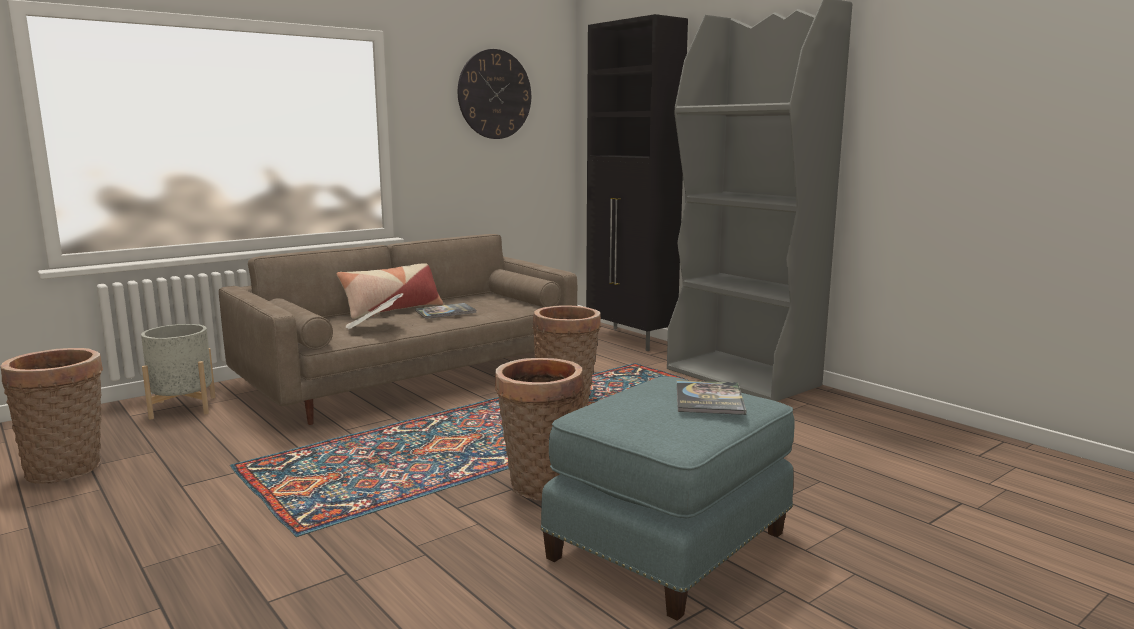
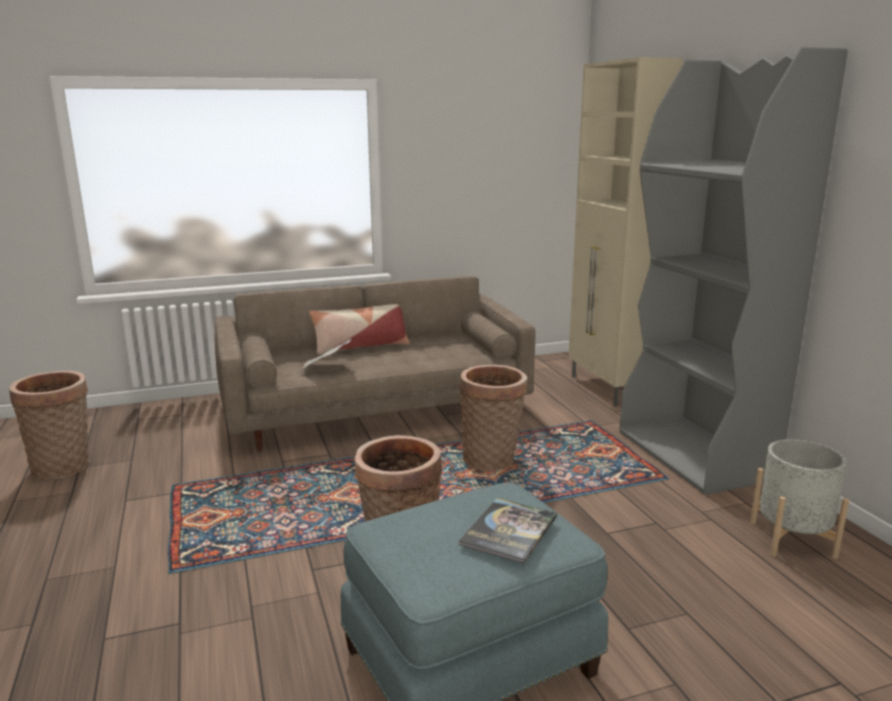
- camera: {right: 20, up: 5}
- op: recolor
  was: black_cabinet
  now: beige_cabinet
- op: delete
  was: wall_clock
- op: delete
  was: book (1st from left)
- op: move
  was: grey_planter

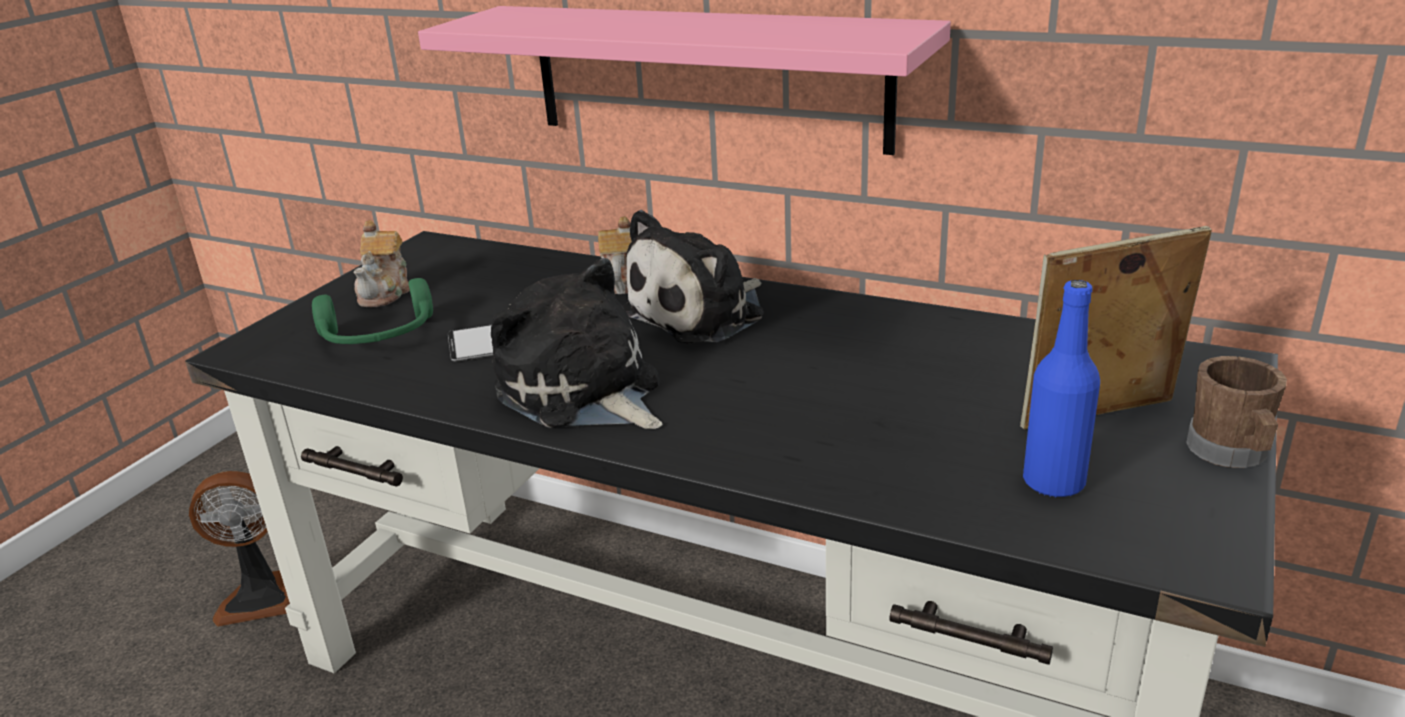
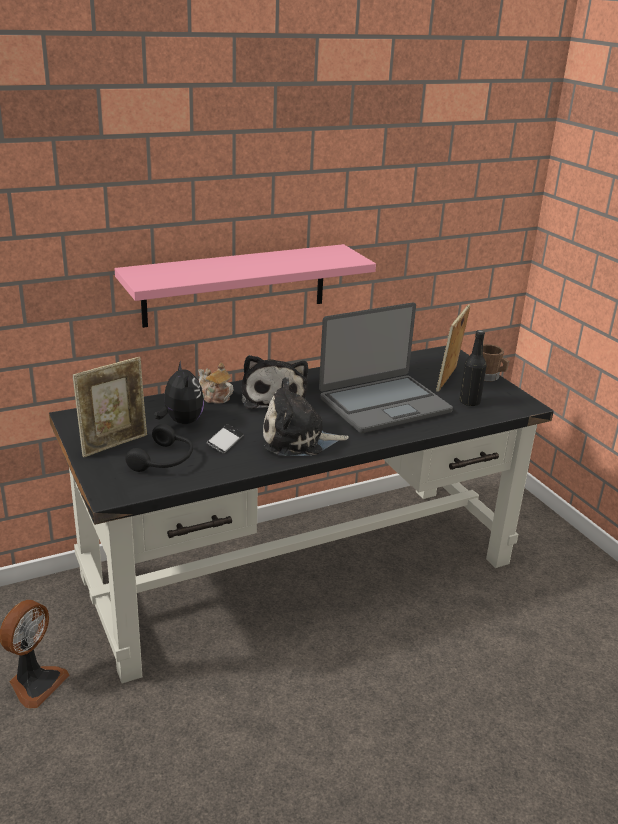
- camera: {right: -55, up: 0}
- op: replace
  was: teapot (1st from left)
  now: picture_frame (1st from left)
- op: recolor
  was: green_headphones
  now: black_headphones
- op: recolor
  was: blue_bottle
  now: black_bottle
- op: insert
  now: laptop
- op: insert
  now: plush_toy (1st from left)

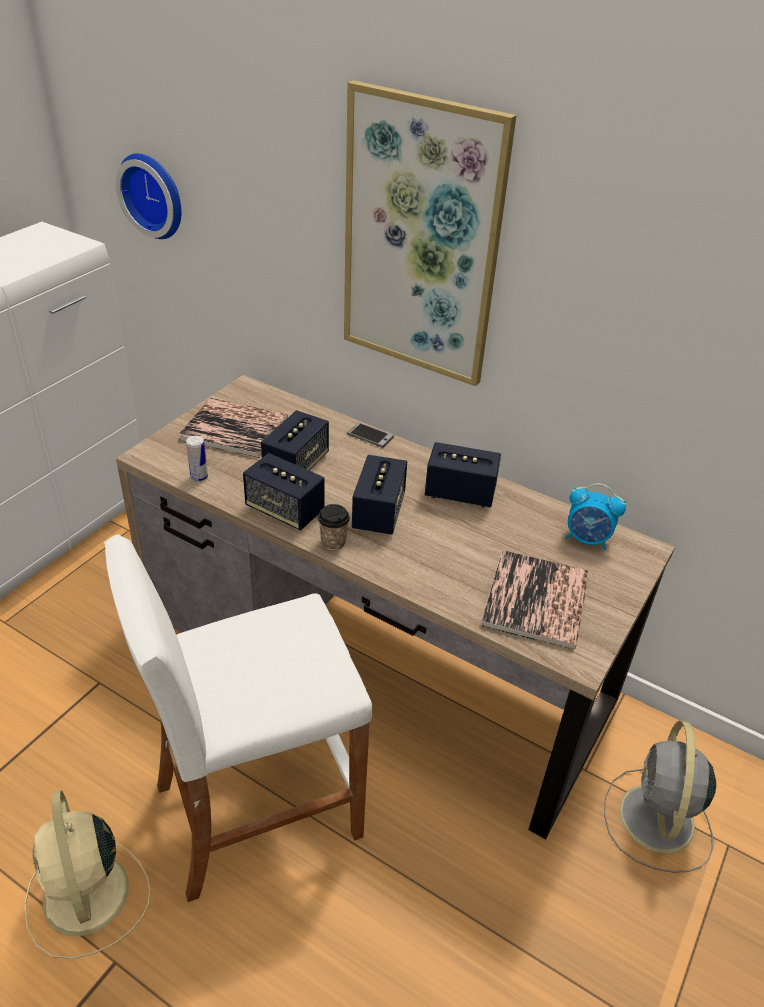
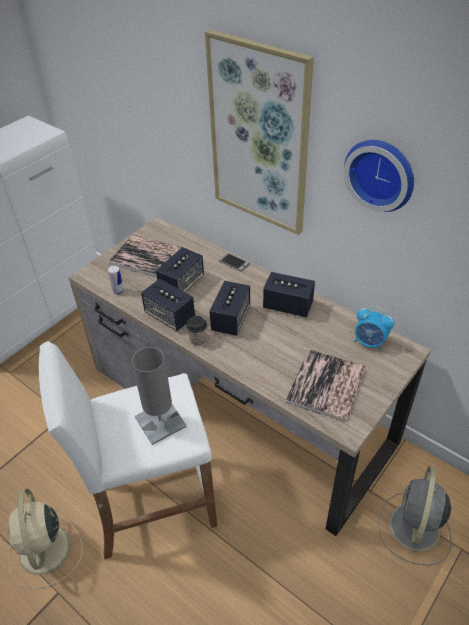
- camera: {right: 10, up: 5}
- op: move
  was: wall_clock
- op: insert
  now: grey_table_lamp

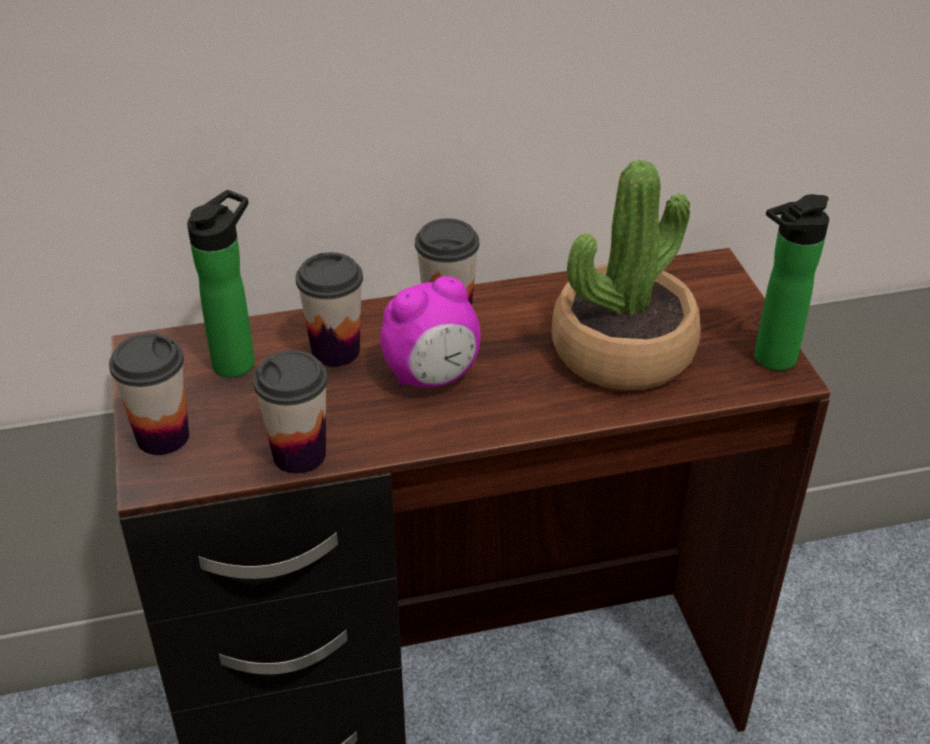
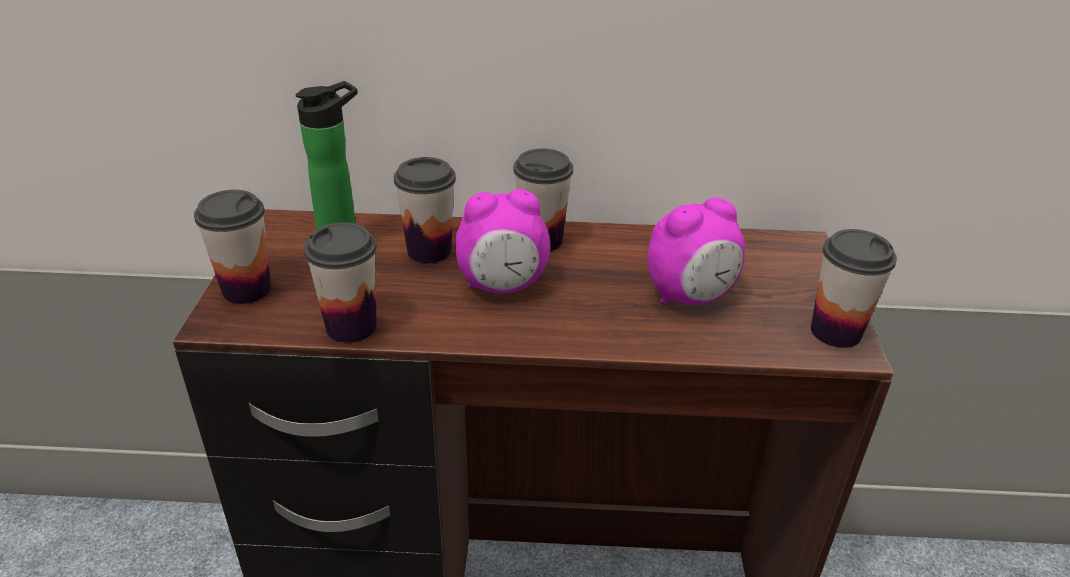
- camera: {right: 15, up: -5}
- op: replace
  was: potted_plant
  now: alarm_clock (2nd from left)
- op: replace
  was: bottle (2nd from left)
  now: cup (5th from left)

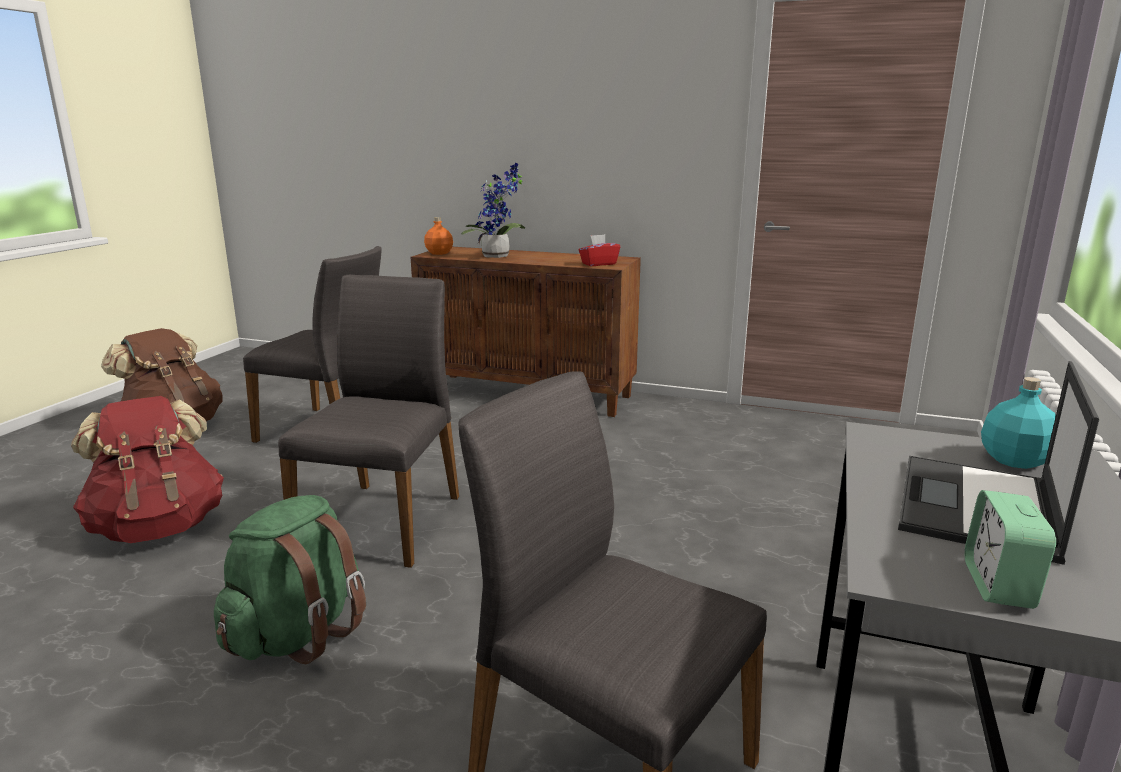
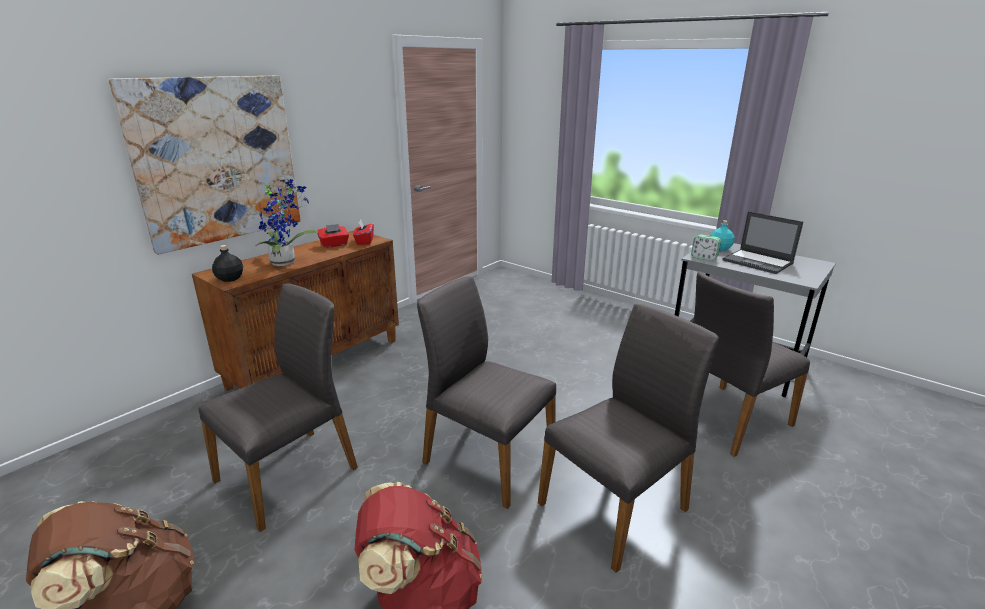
- camera: {right: -70, up: 5}
- op: recolor
  was: orange_bottle
  now: black_bottle
- op: move
  was: alarm_clock
- op: replace
  was: green_backpack
  now: grey_chair (3rd from left)
- op: insert
  now: picture
- op: insert
  now: red_tissue_box (1st from left)

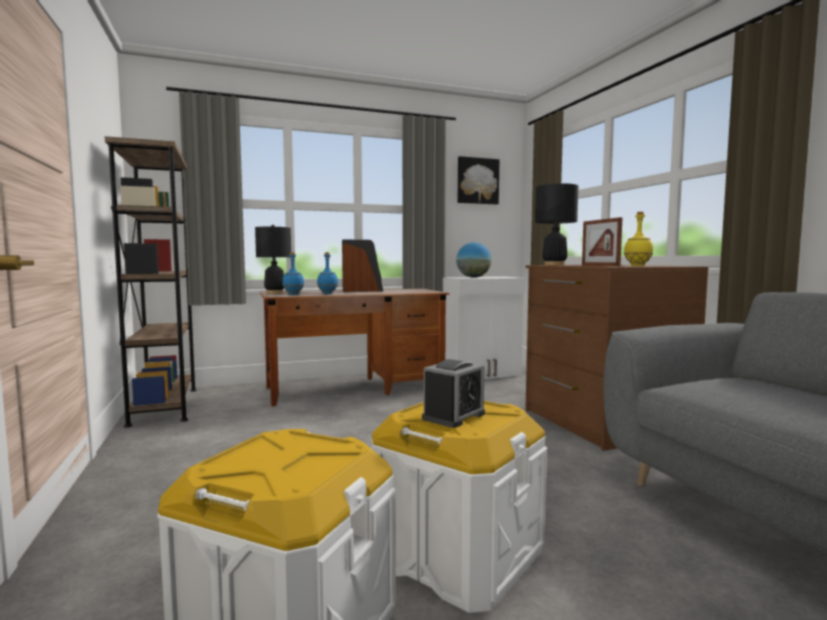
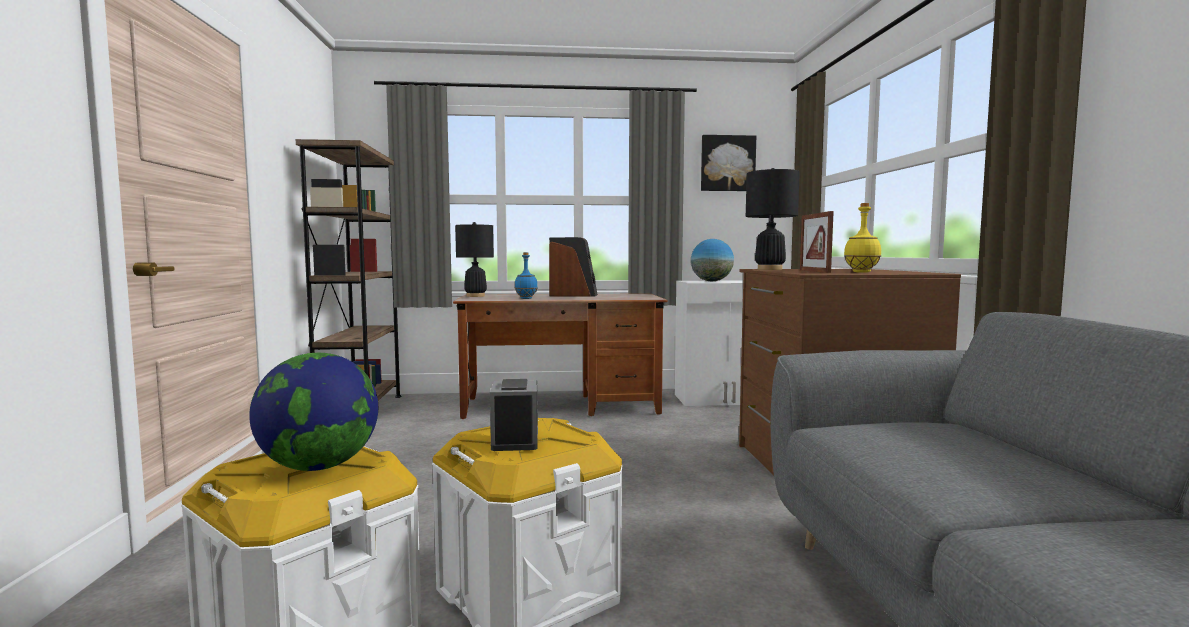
- camera: {right: 15, up: 0}
- op: delete
  was: blue_bottle (1st from left)
- op: rotate
  was: alarm_clock
  clockwise: -60
- op: insert
  now: globe (1st from left)

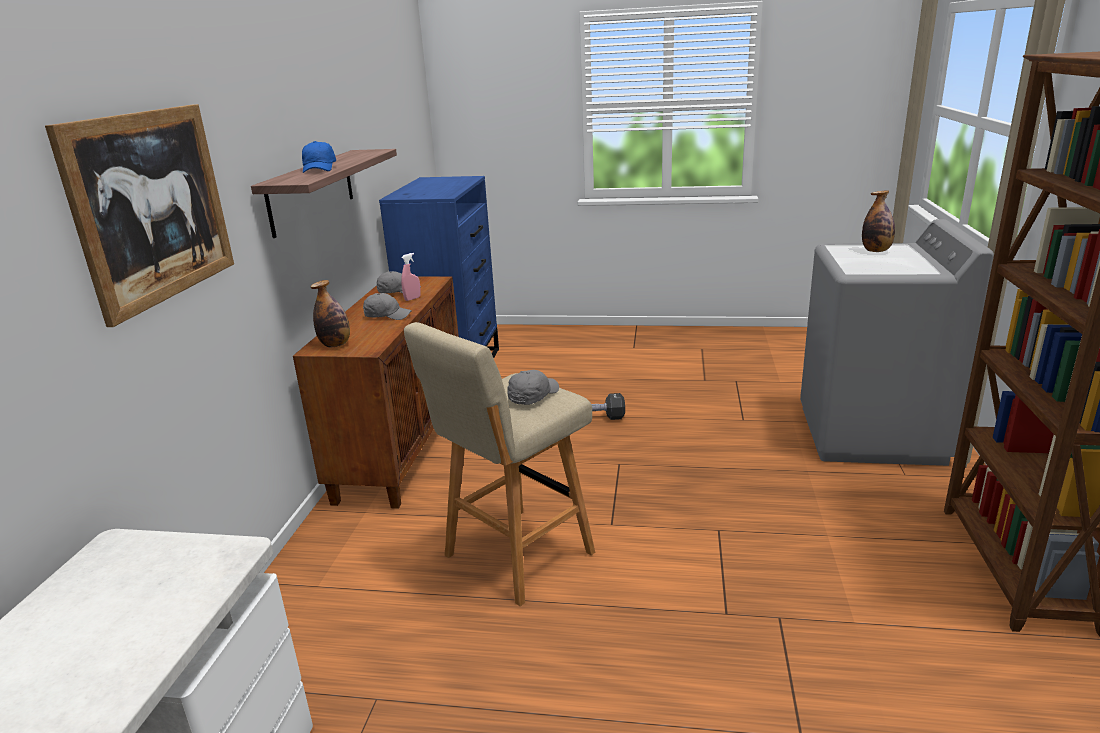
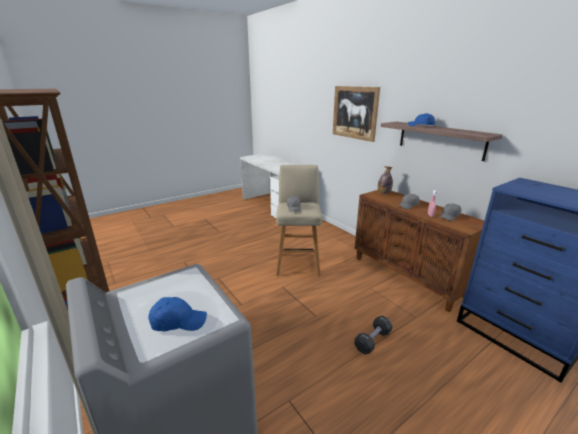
- camera: {right: 135, up: 0}
- op: replace
  was: bottle (2nd from left)
  now: blue_cap (1st from left)

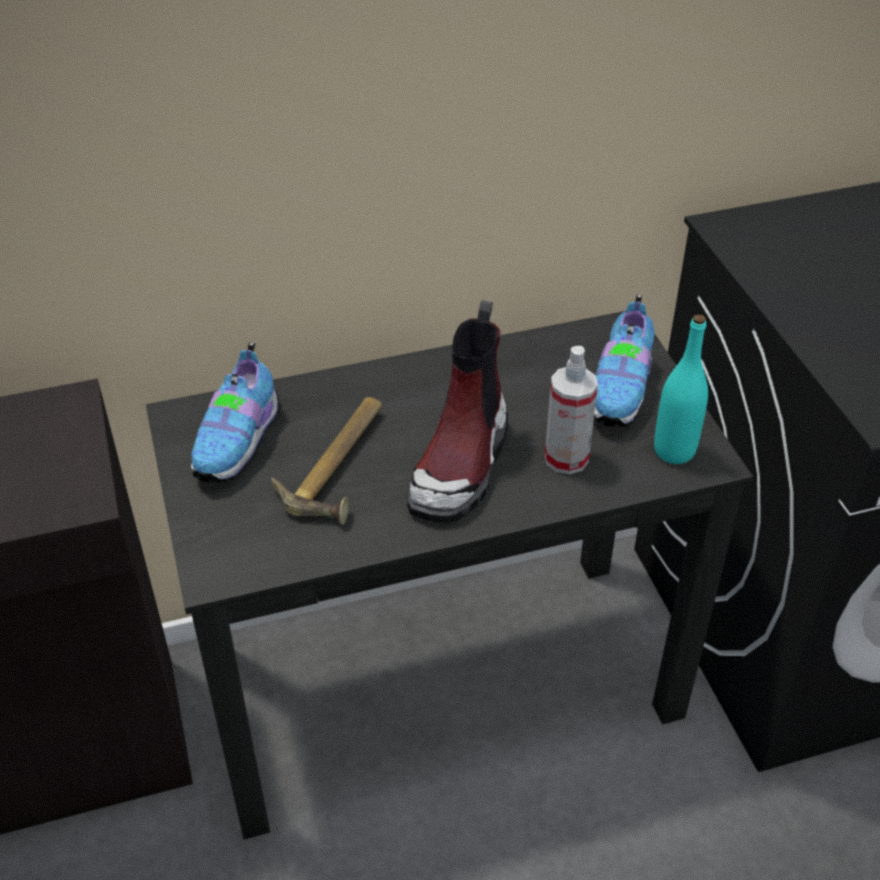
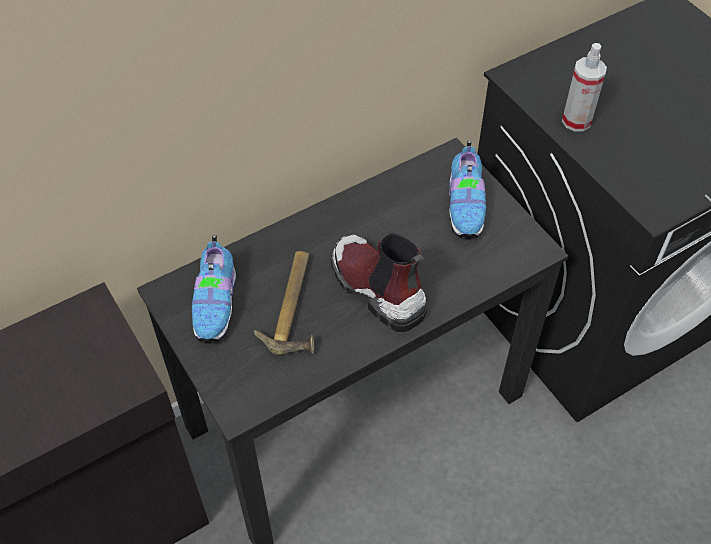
- camera: {right: -15, up: 10}
- op: rotate
  was: boot
  clockwise: 135
- op: delete
  was: turquoise_bottle
- op: move
  was: spray_bottle

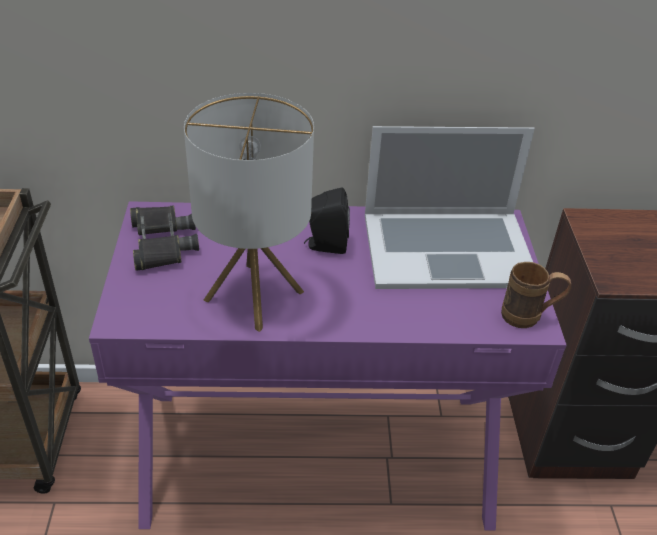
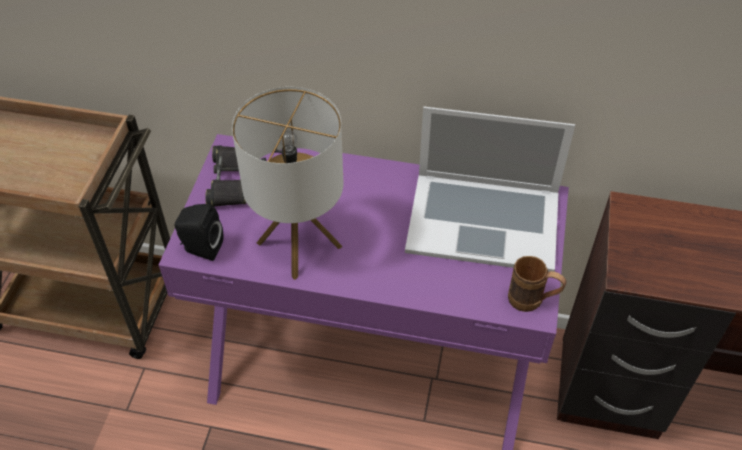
- camera: {right: 15, up: 10}
- op: move
  was: black_speaker

